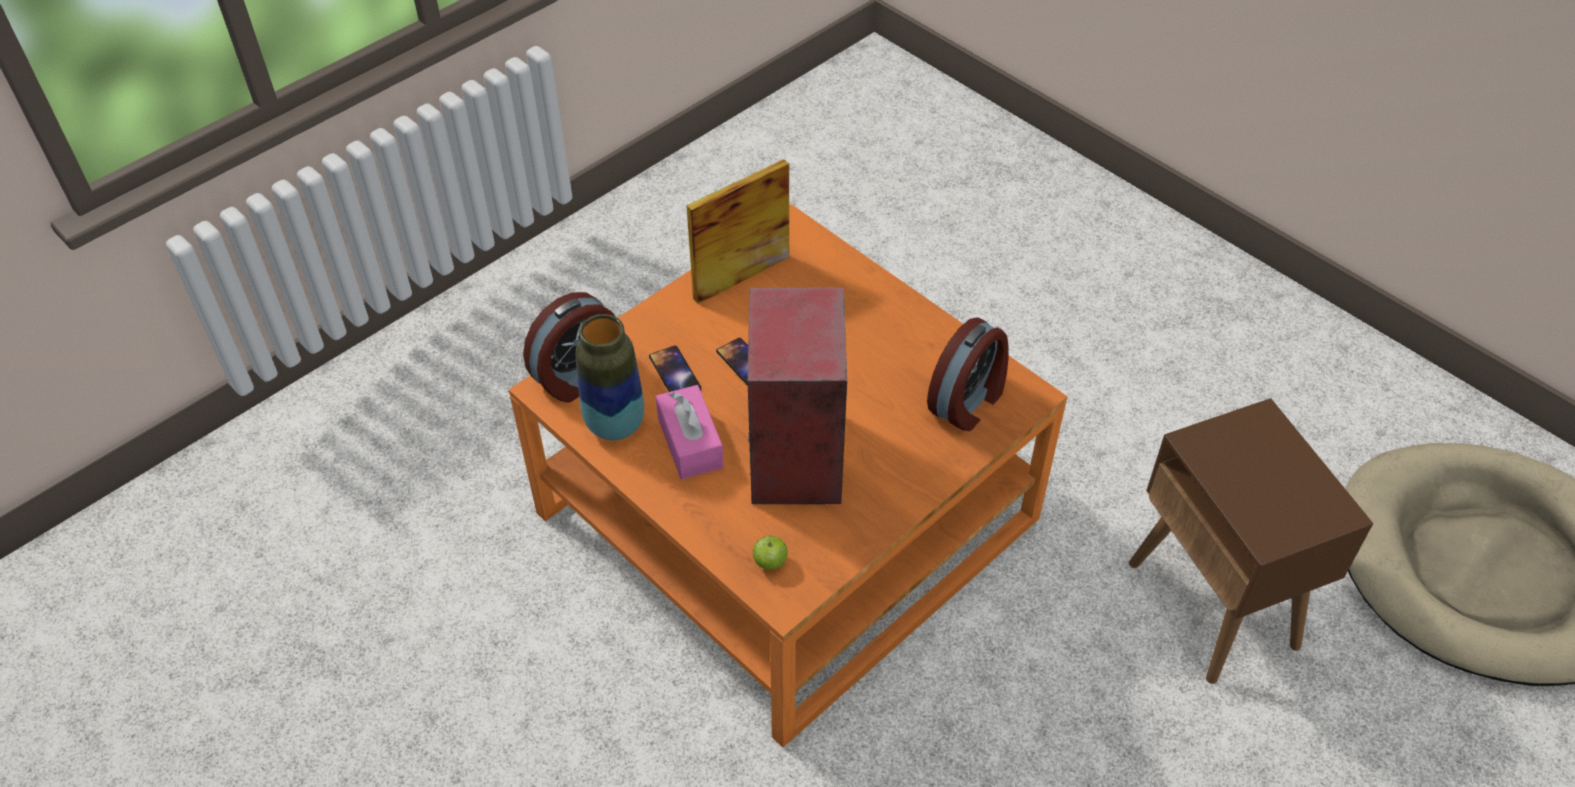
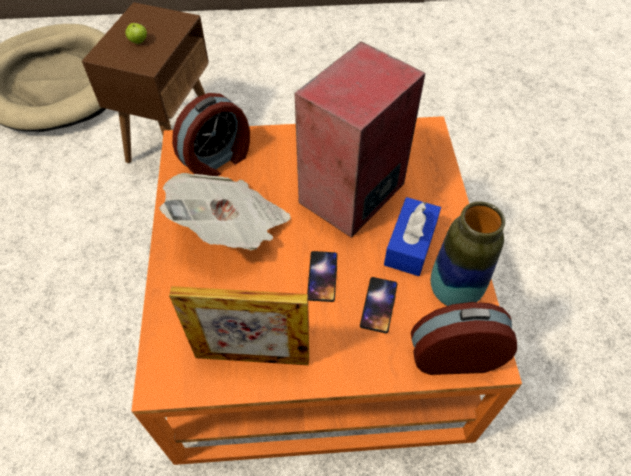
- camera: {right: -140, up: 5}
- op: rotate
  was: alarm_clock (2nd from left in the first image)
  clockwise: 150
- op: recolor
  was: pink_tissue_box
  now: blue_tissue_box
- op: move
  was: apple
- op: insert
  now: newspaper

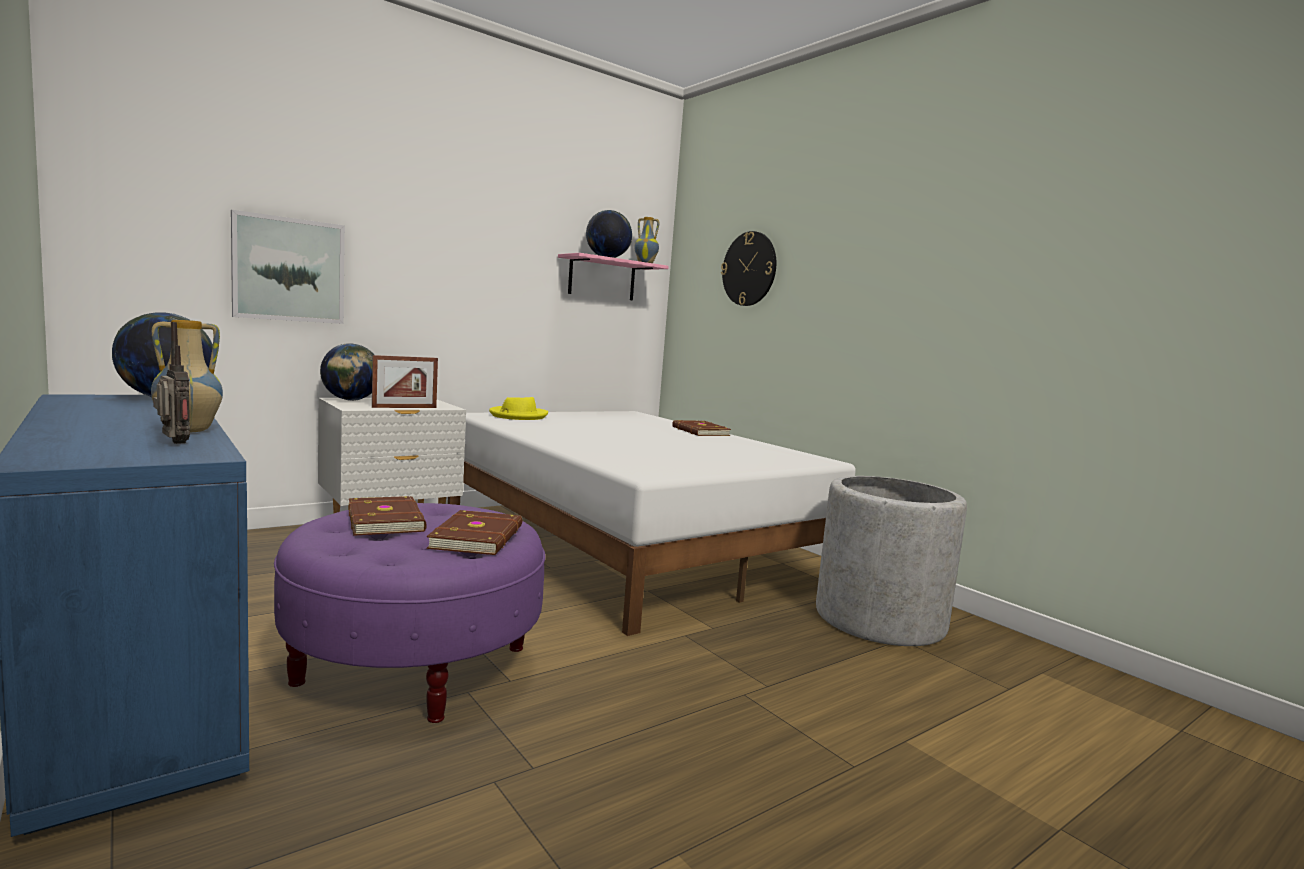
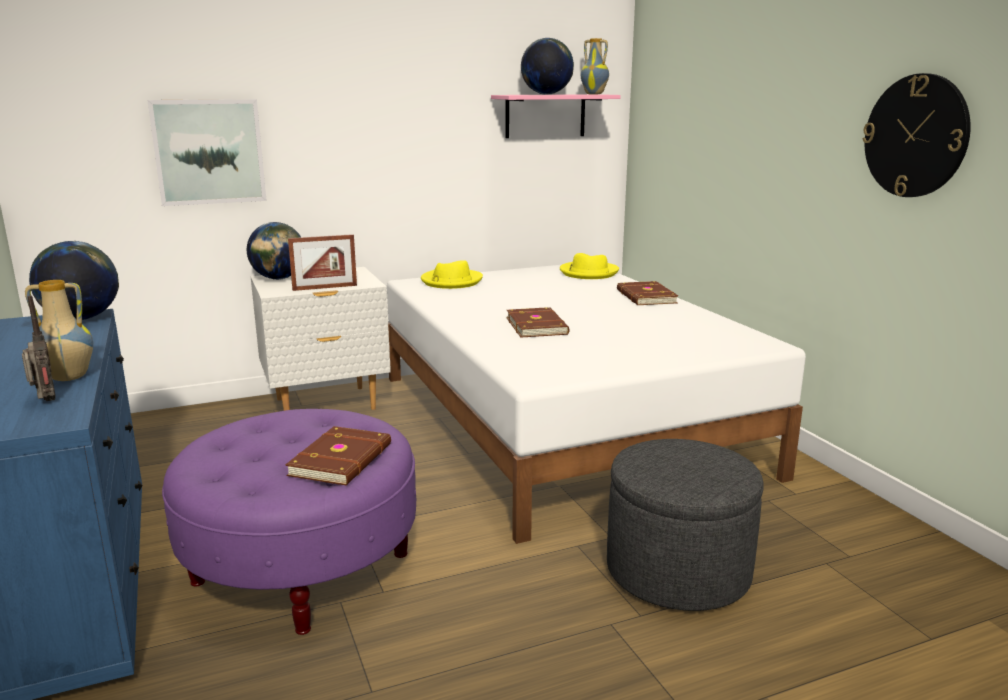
- camera: {right: 15, up: 10}
- op: move
  was: wall_clock
- op: delete
  was: grey_planter
- op: move
  was: brown_book (1st from left in the first image)
  now: brown_book (2nd from left)
- op: insert
  now: yellow_hat (2nd from left)
- op: insert
  now: grey_ottoman

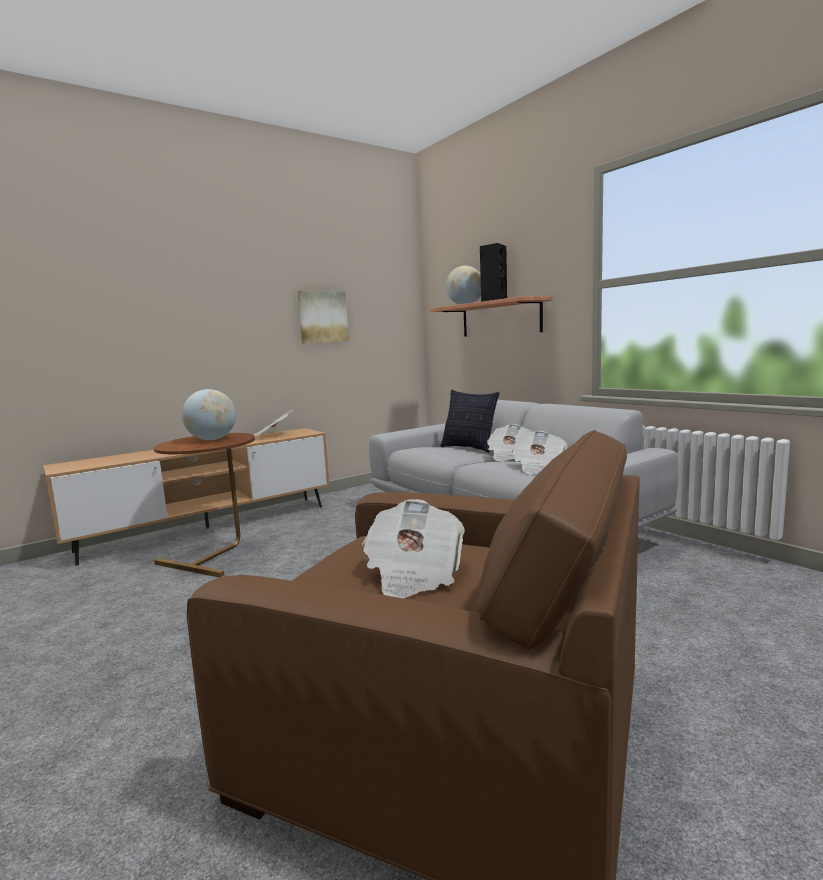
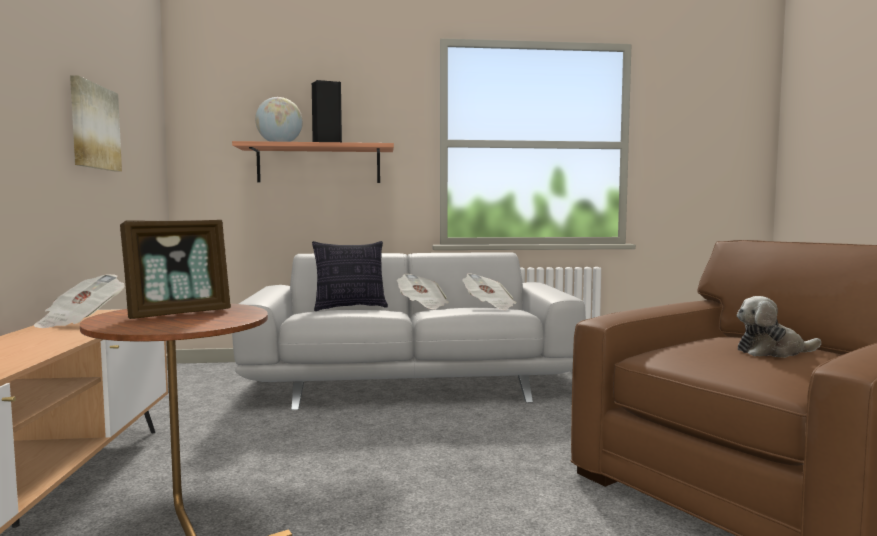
- camera: {right: -60, up: -5}
- op: replace
  was: globe (1st from left)
  now: picture_frame
- op: replace
  was: newspaper (2nd from left)
  now: plush_toy

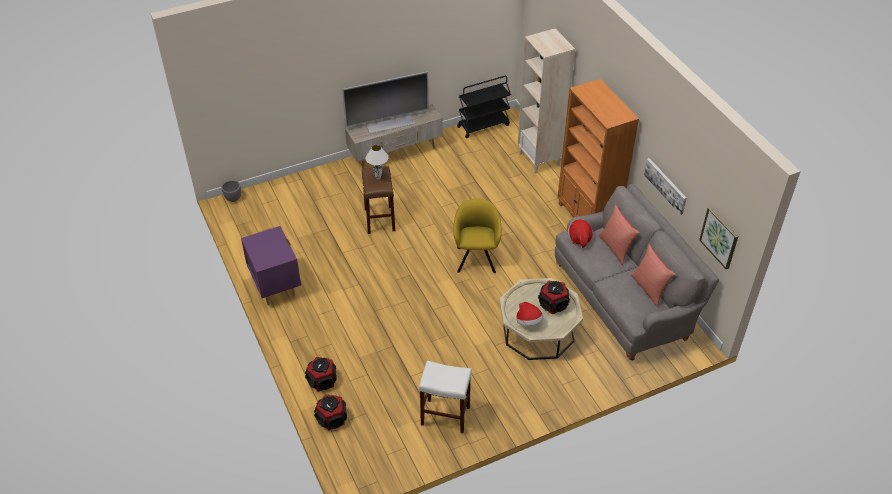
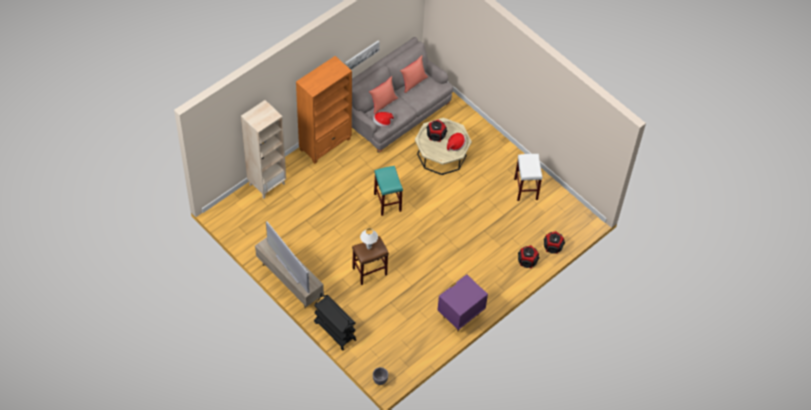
- camera: {right: -110, up: 10}
- op: move
  was: black_cart
- op: replace
  was: yellow_armchair
  now: turquoise_stool
- op: delete
  was: picture (2nd from left)

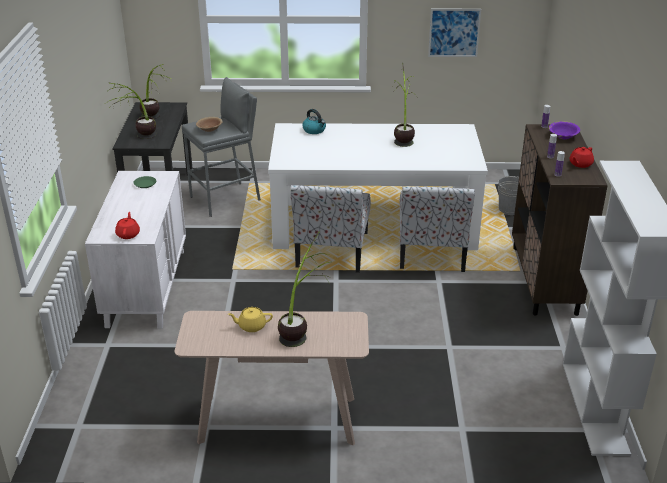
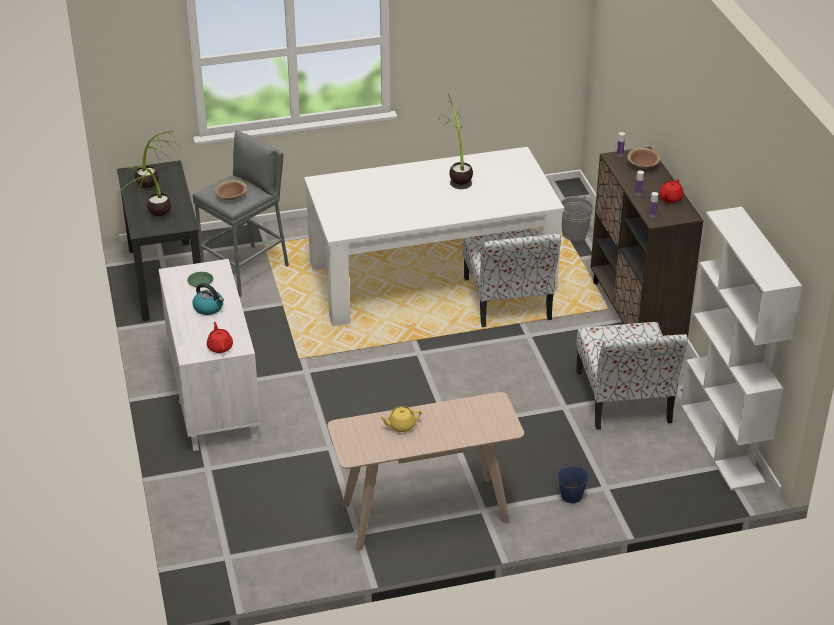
- camera: {right: -15, up: 5}
- op: delete
  was: picture
- op: move
  was: kettle
- op: recolor
  was: purple_bowl
  now: brown_bowl (2nd from left)
- op: move
  was: chair (1st from left in the first image)
  now: chair (2nd from left)
- op: delete
  was: potted_plant (3rd from left)
- op: insert
  now: blue_bucket

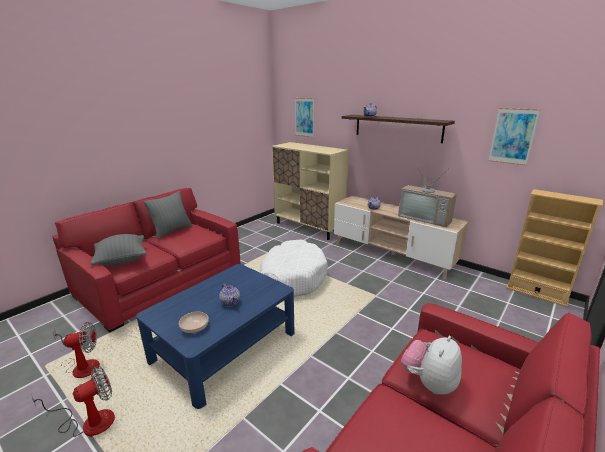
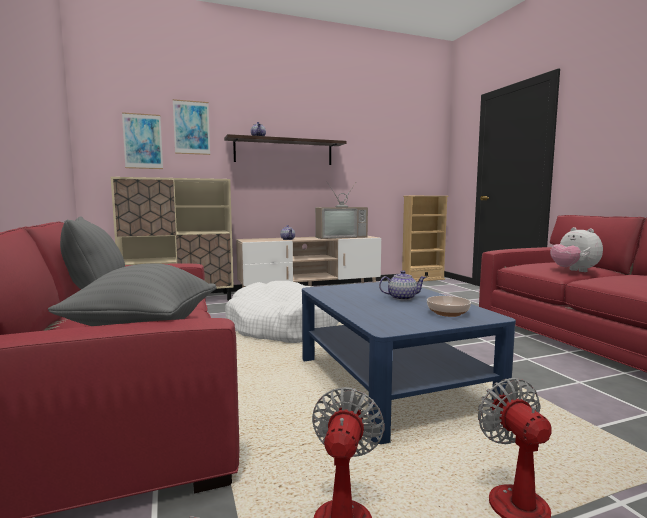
- camera: {right: -60, up: -15}
- op: move
  was: picture (2nd from left)

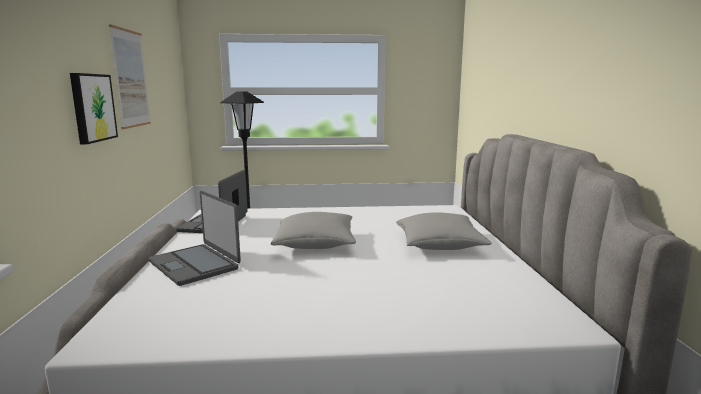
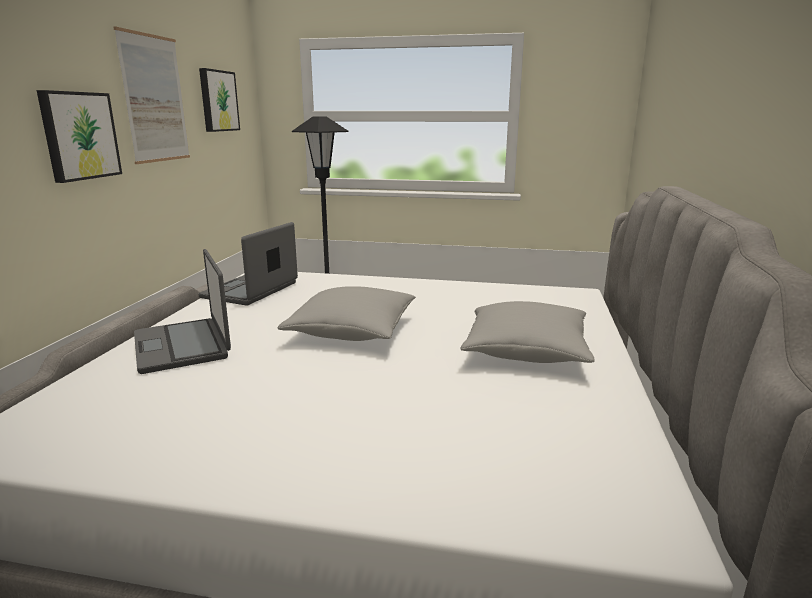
- camera: {right: 15, up: 5}
- op: insert
  now: picture (3rd from left)

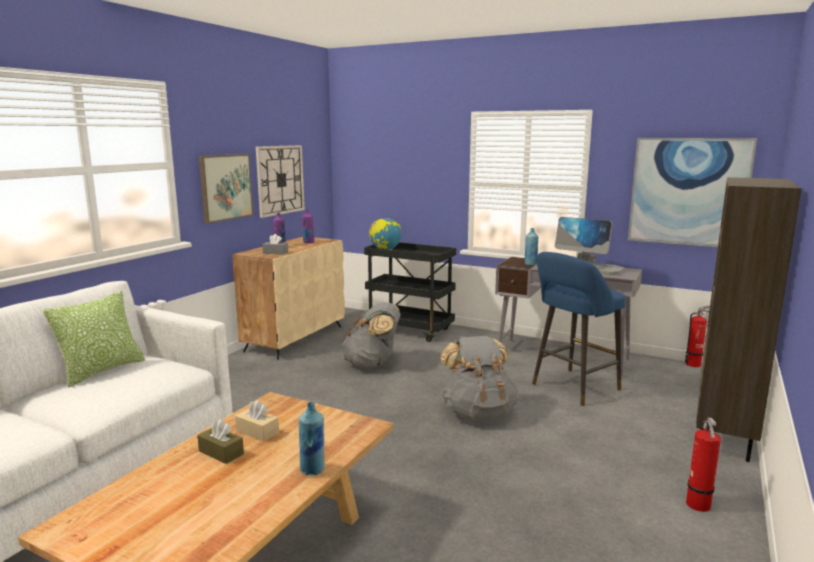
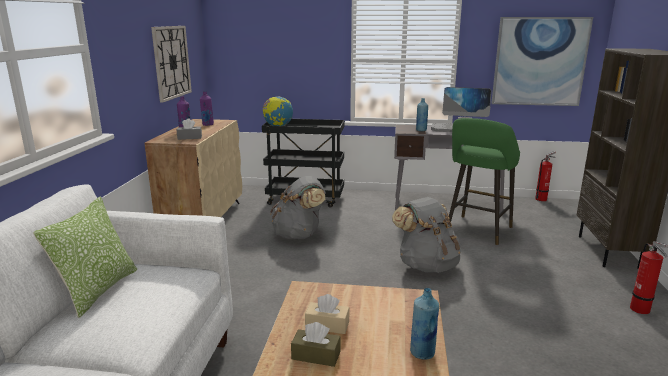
- camera: {right: -20, up: 5}
- op: delete
  was: picture (1st from left)
- op: recolor
  was: blue_stool
  now: green_stool

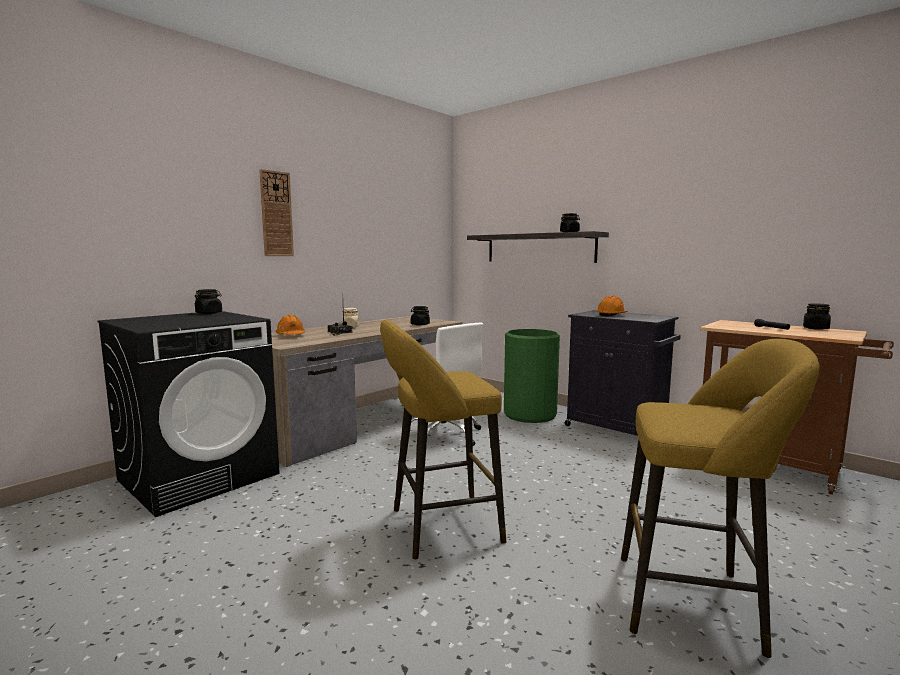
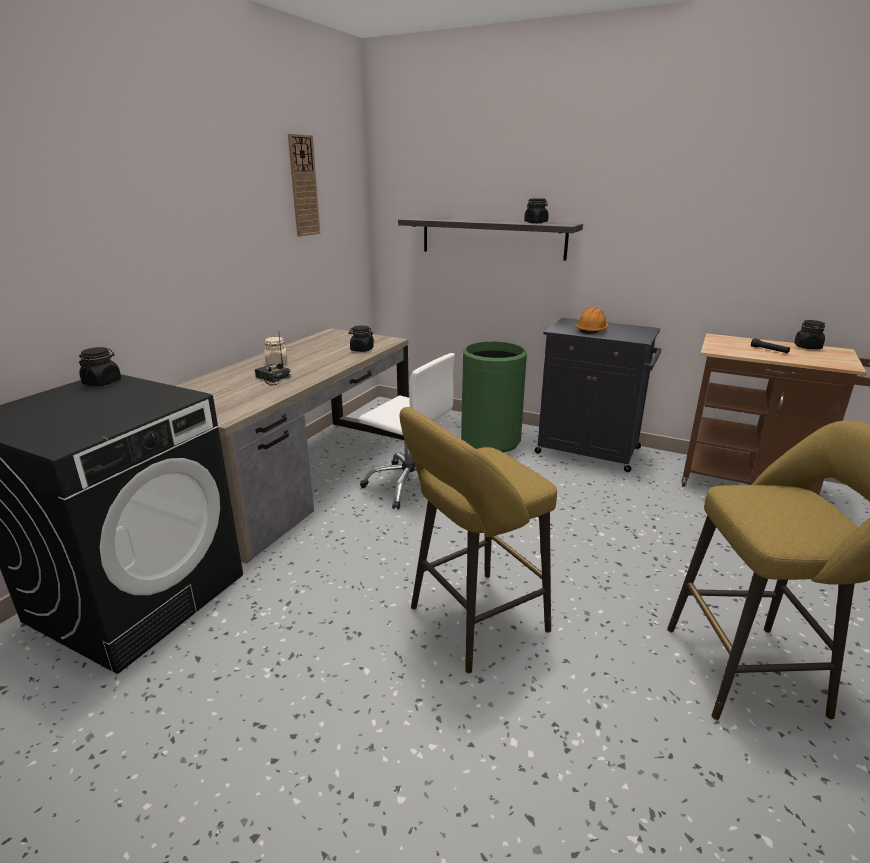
- camera: {right: -15, up: 15}
- op: move
  was: wall_clock
- op: delete
  was: orange_hard_hat (1st from left)

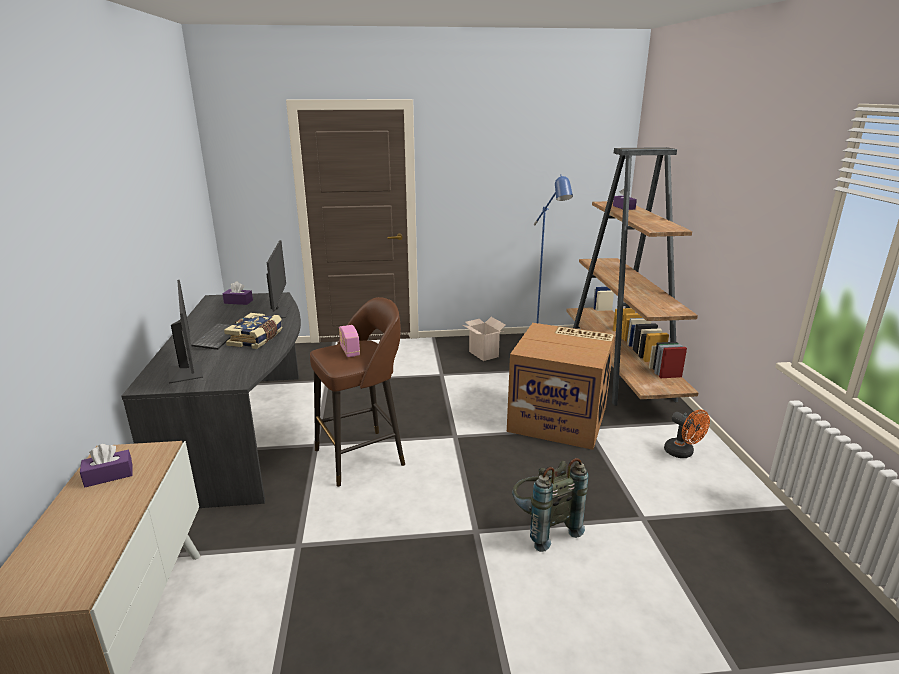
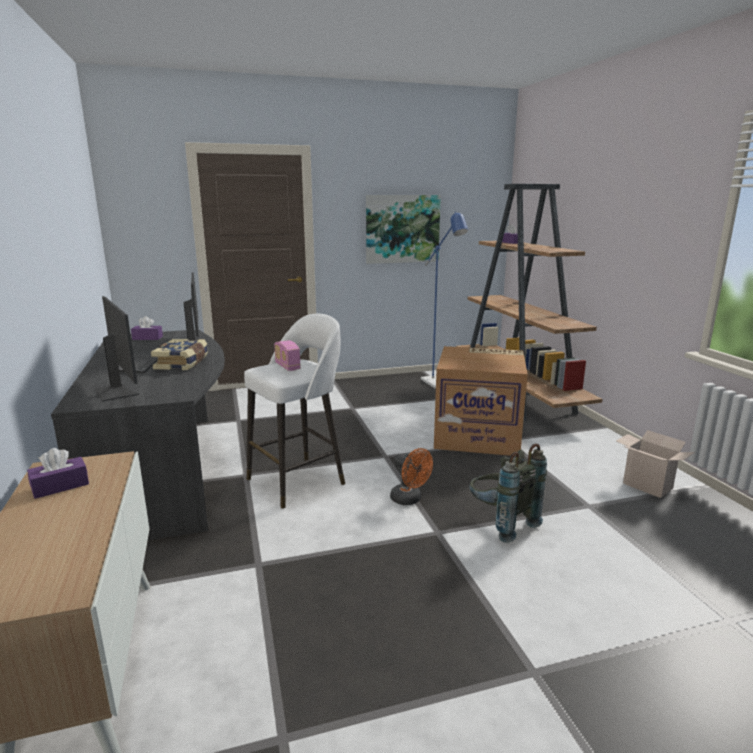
- camera: {right: -10, up: -5}
- op: recolor
  was: brown_stool
  now: white_stool
- op: move
  was: cardboard_box (1st from left in the first image)
  now: cardboard_box (2nd from left)
- op: move
  was: orange_fan
- op: insert
  now: picture

